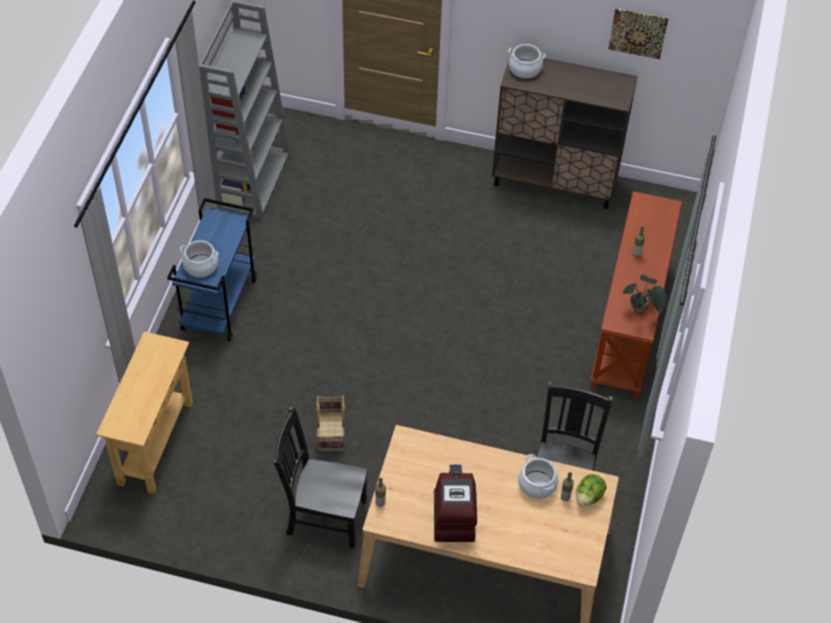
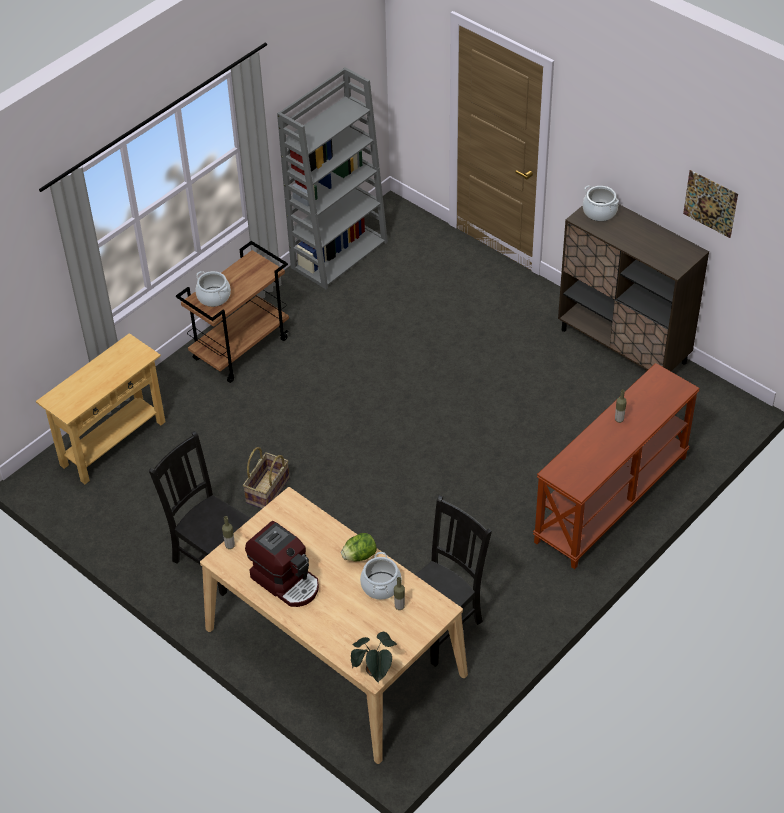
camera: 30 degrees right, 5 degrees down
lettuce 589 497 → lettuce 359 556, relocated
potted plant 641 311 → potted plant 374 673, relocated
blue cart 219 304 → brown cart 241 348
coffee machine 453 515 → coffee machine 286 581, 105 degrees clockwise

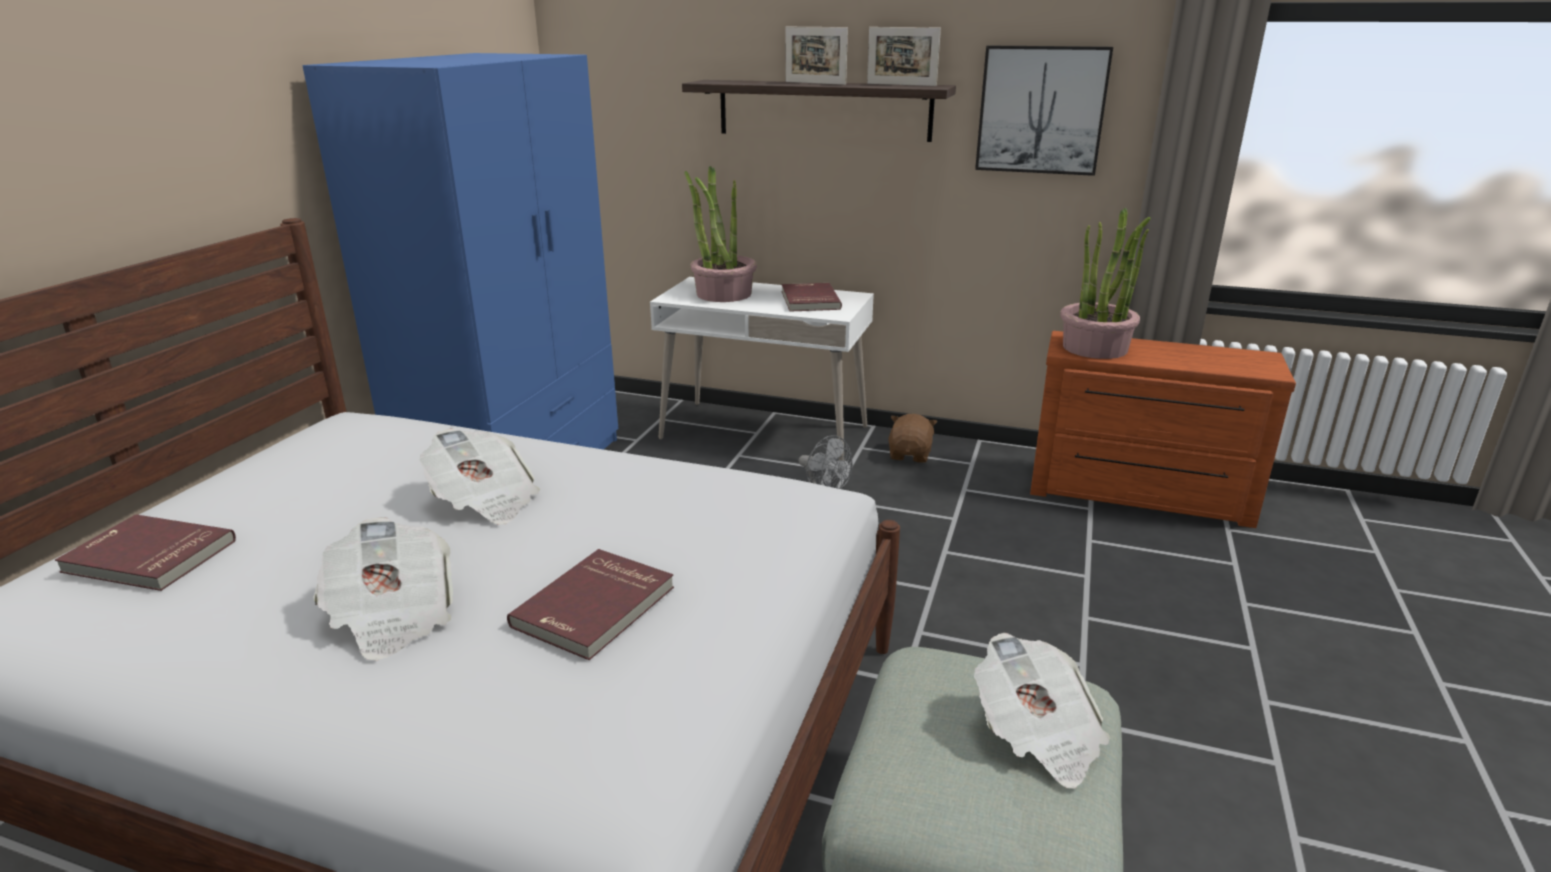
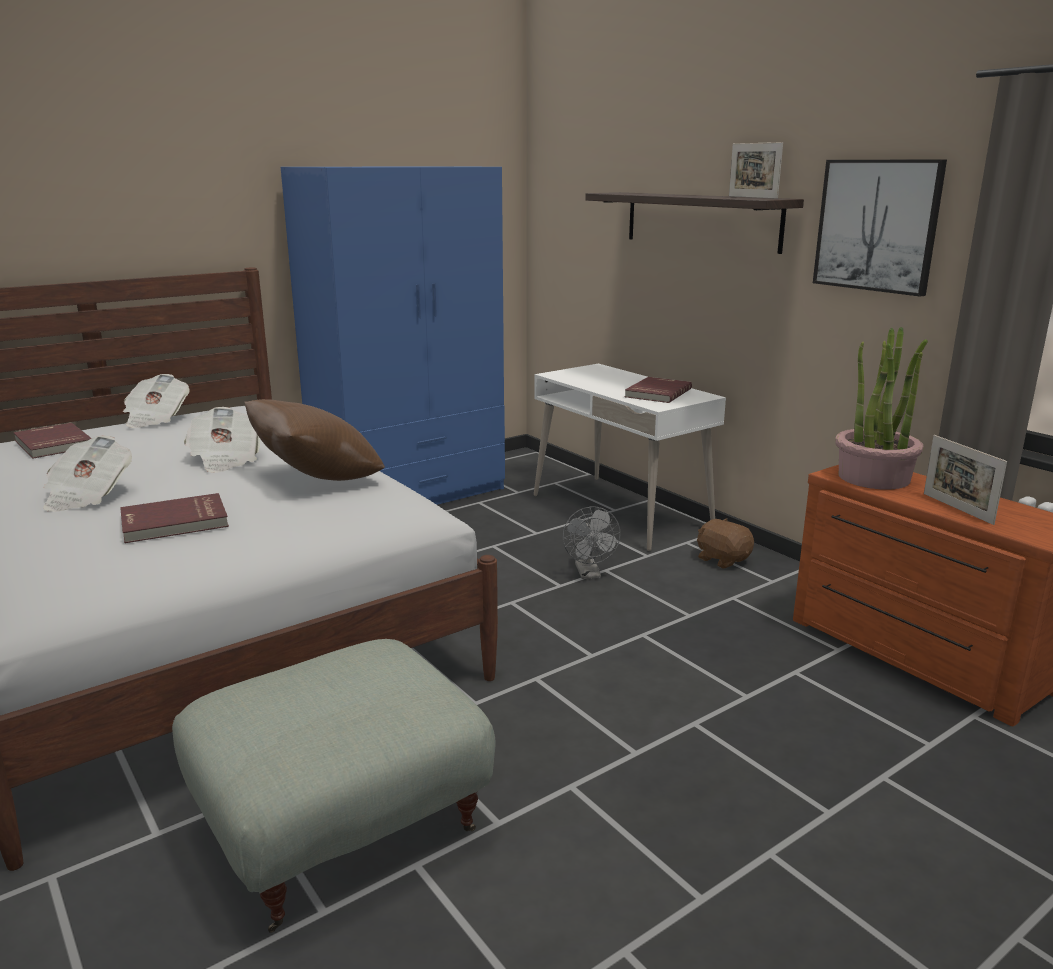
camera: 35 degrees right, 5 degrees down
potted plant 723 294 → -
- → brown pillow 317 480
picture frame 815 83 → picture frame 957 508, relocated
newspaper 1037 736 → newspaper 156 419, relocated
brown plush toy 910 455 → brown plush toy 723 559, 90 degrees counterclockwise

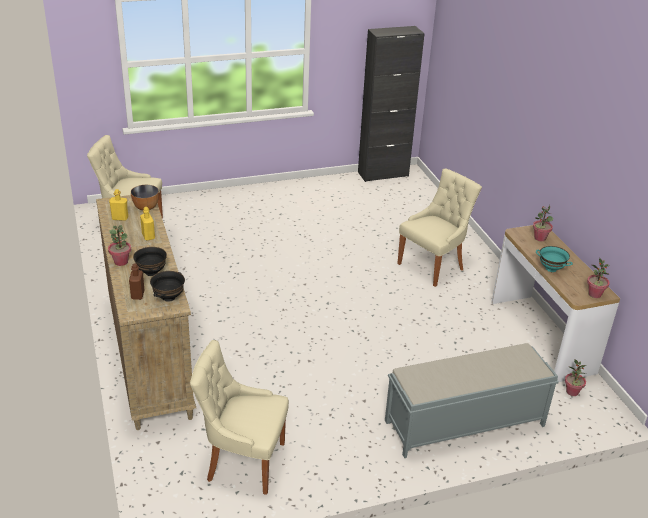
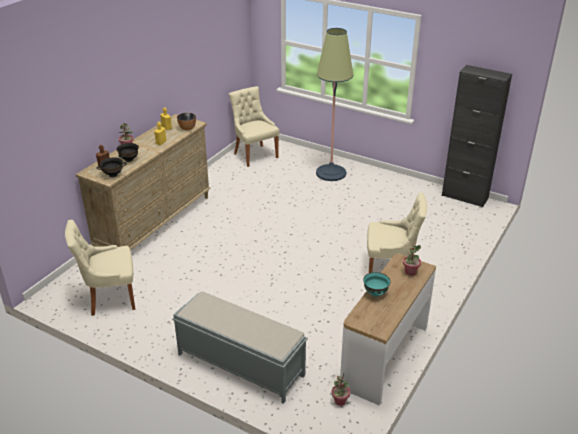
camera: 50 degrees right, 0 degrees up
potted plant 594 294 → -
- → floor lamp 331 173
beige chair 243 461 → beige chair 110 298, 75 degrees counterclockwise

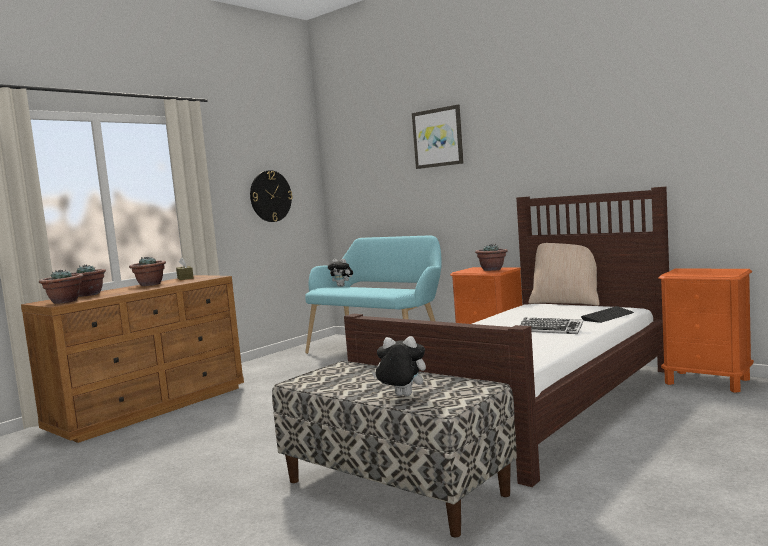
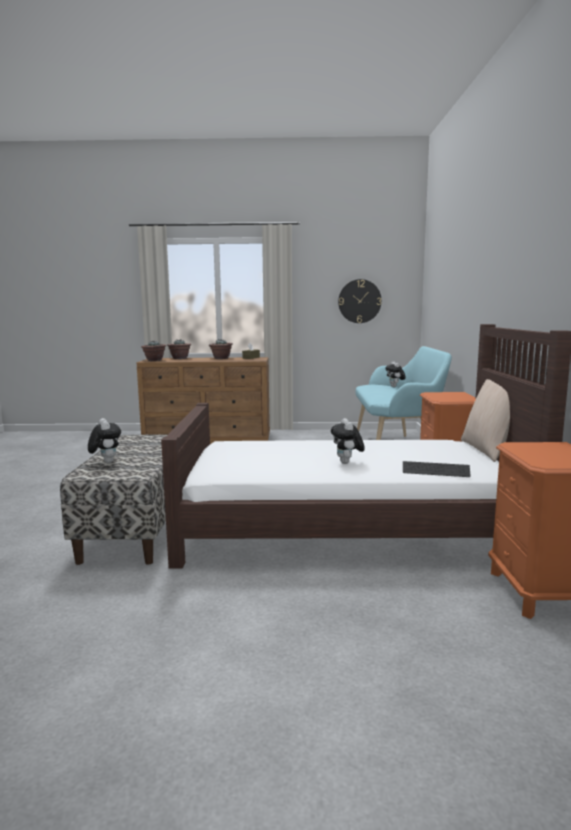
camera: 50 degrees right, 5 degrees up
picture 438 137 → -
potted plant 492 269 → -
keyboard 550 330 → plush toy 347 463

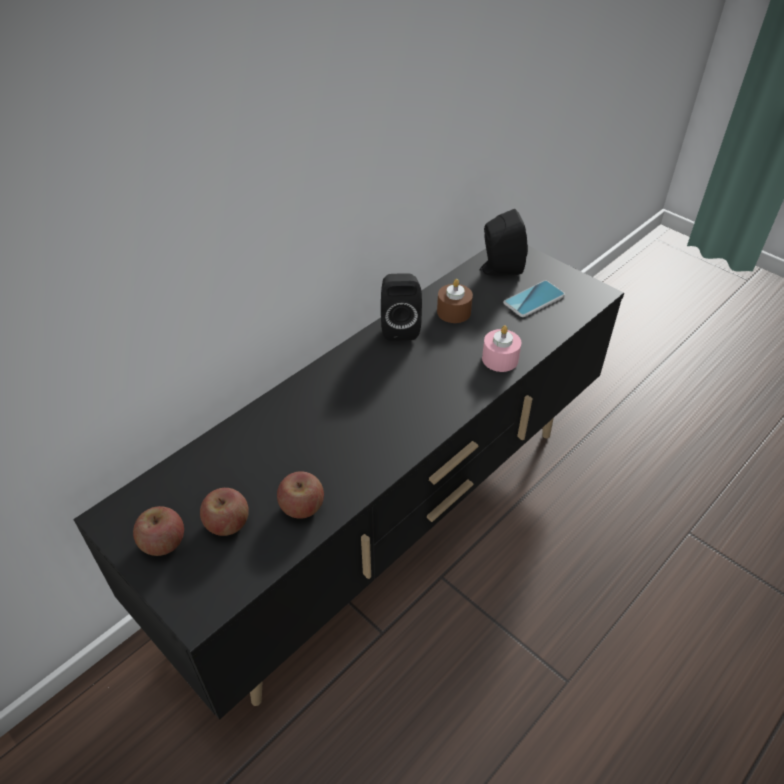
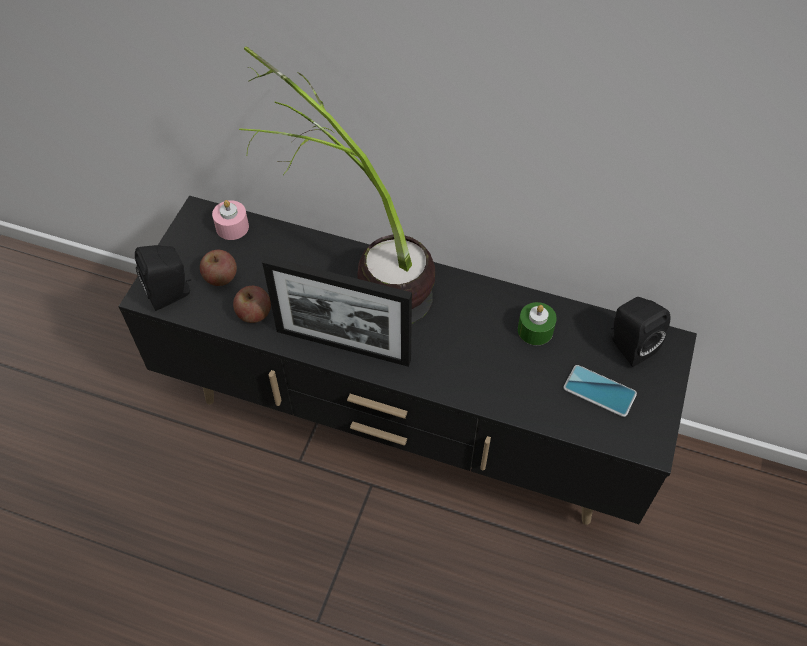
camera: 65 degrees right, 10 degrees up
apple 163 542 → -
- → potted plant 359 277
- → picture frame 343 345
black speaker 399 327 → black speaker 171 294, relocated
pink candle 500 359 → pink candle 232 227, relocated
brown candle 453 312 → green candle 535 330

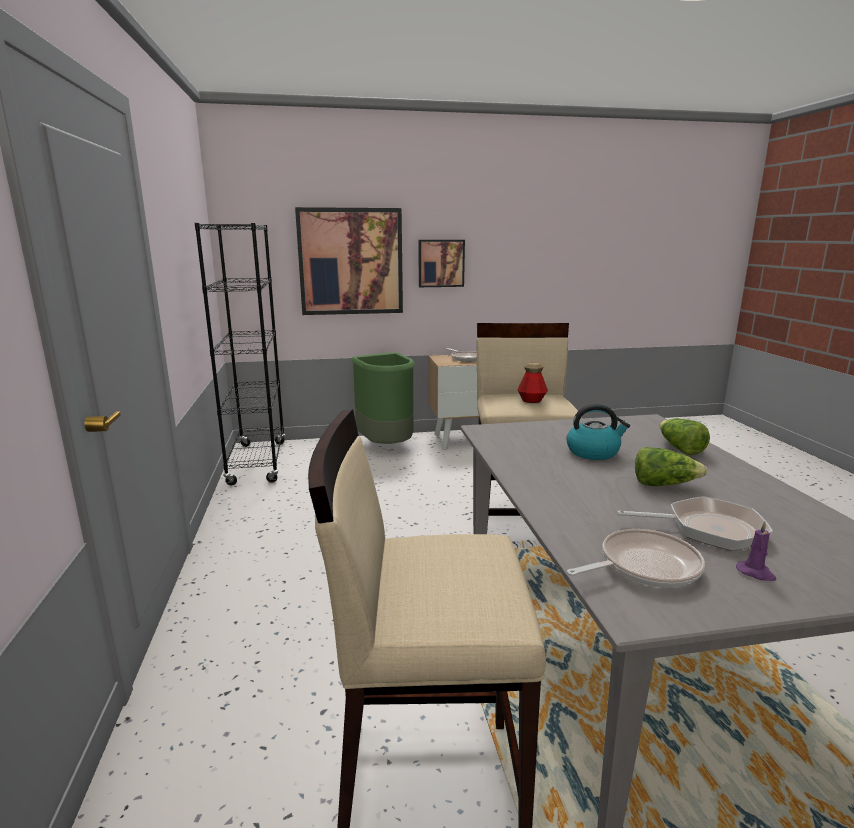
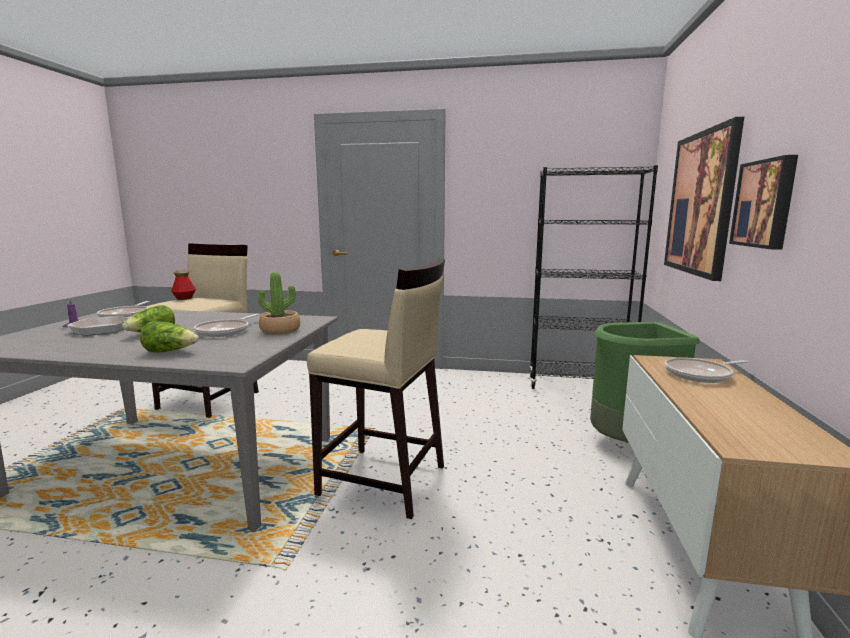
camera: 110 degrees right, 5 degrees down
- → potted plant 280 330
bottle 531 400 → bottle 184 298, relocated
kettle 593 452 → frying pan 225 331

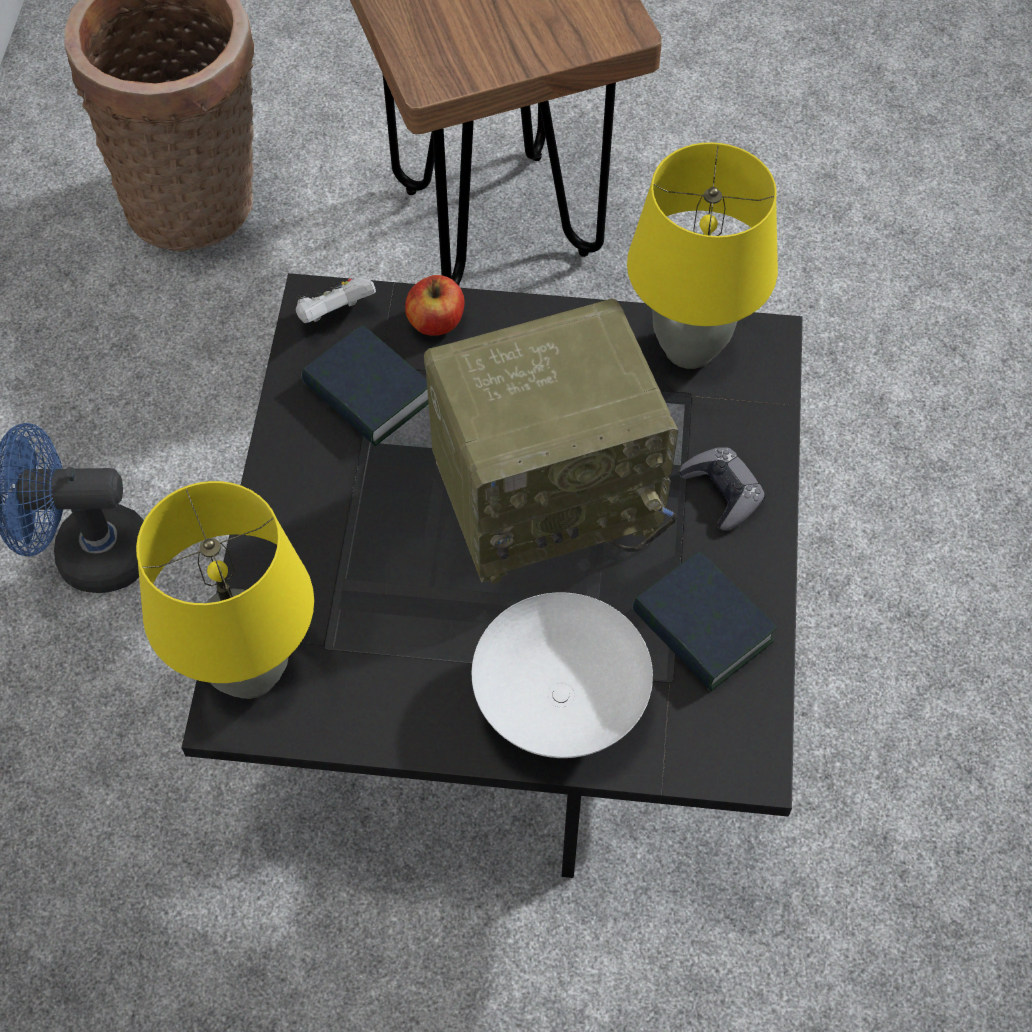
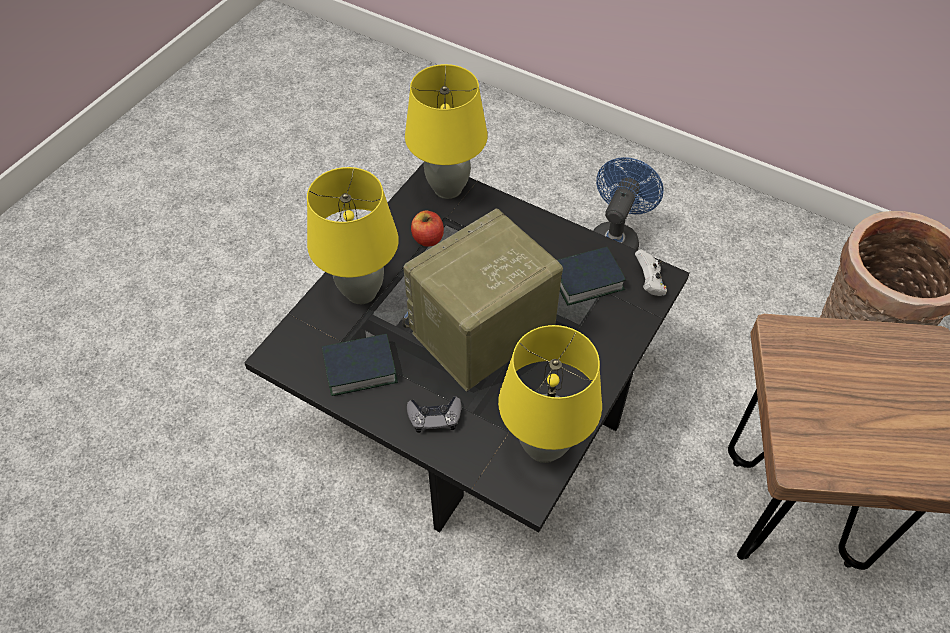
camera: 115 degrees right, 5 degrees down
apple 436 322 → apple 428 238, relocated
white bowl 558 700 → yellow table lamp 361 292
radio 549 491 → radio 481 335, 45 degrees clockwise

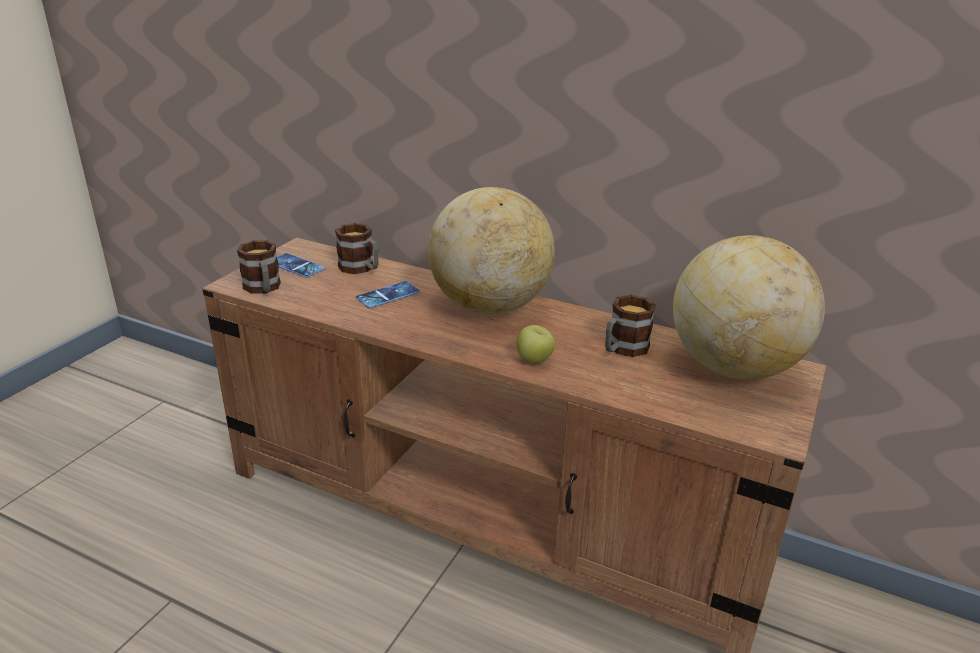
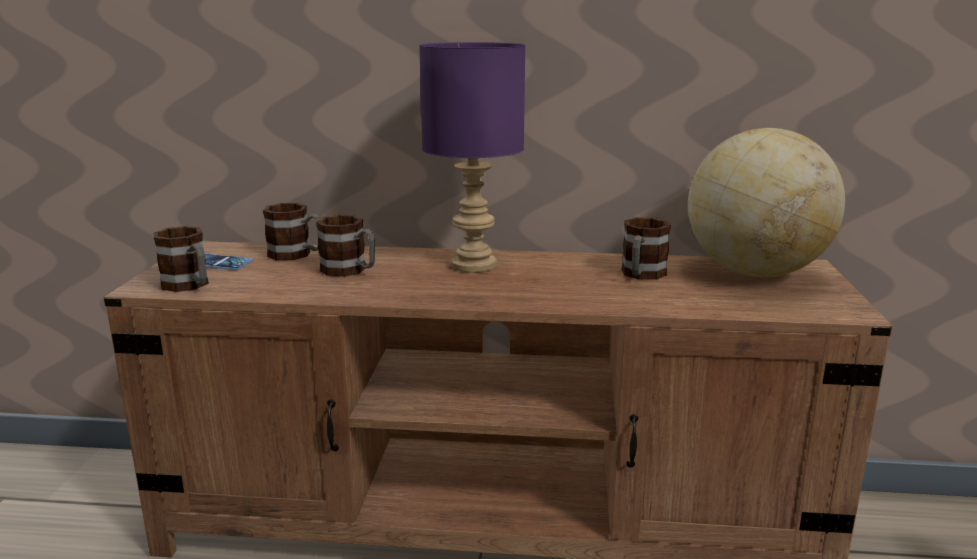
camera: 20 degrees left, 10 degrees down
apple 534 360 → -
phone 388 295 → mug 350 271
globe 490 306 → purple table lamp 474 264

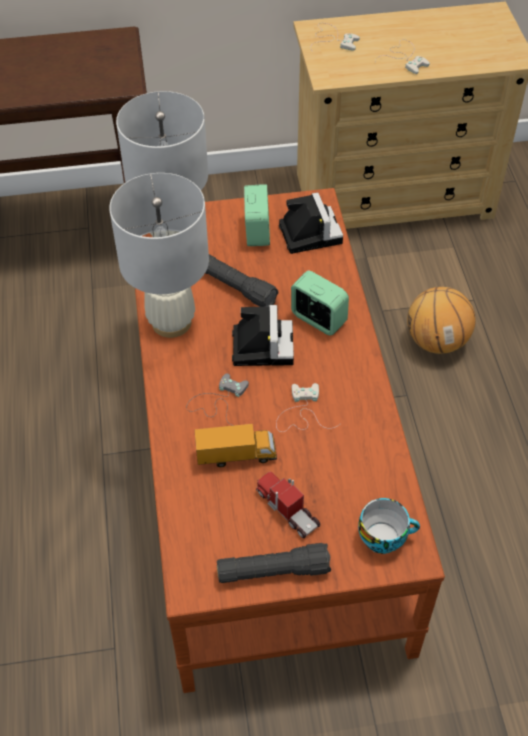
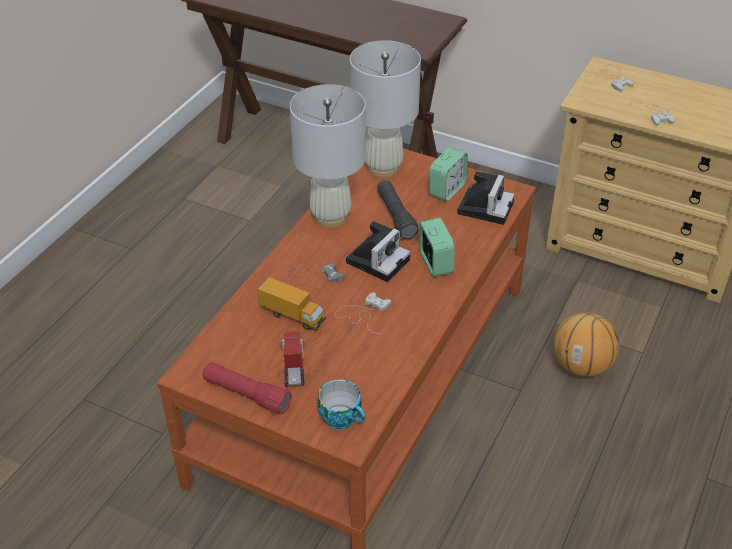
camera: 35 degrees right, 10 degrees down
black flashlight 273 571 → red flashlight 247 395

